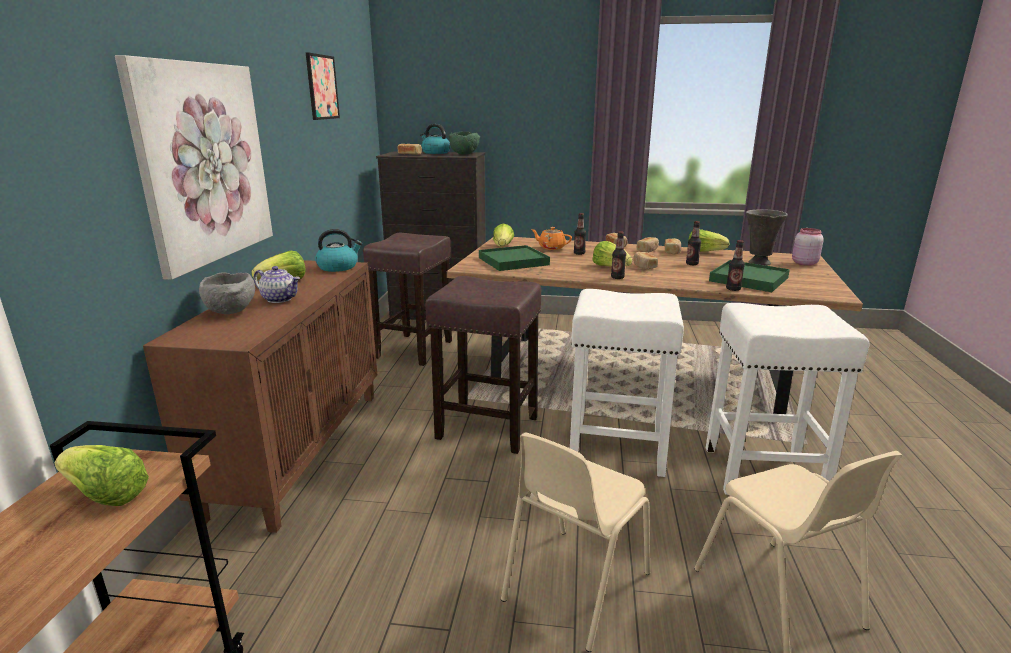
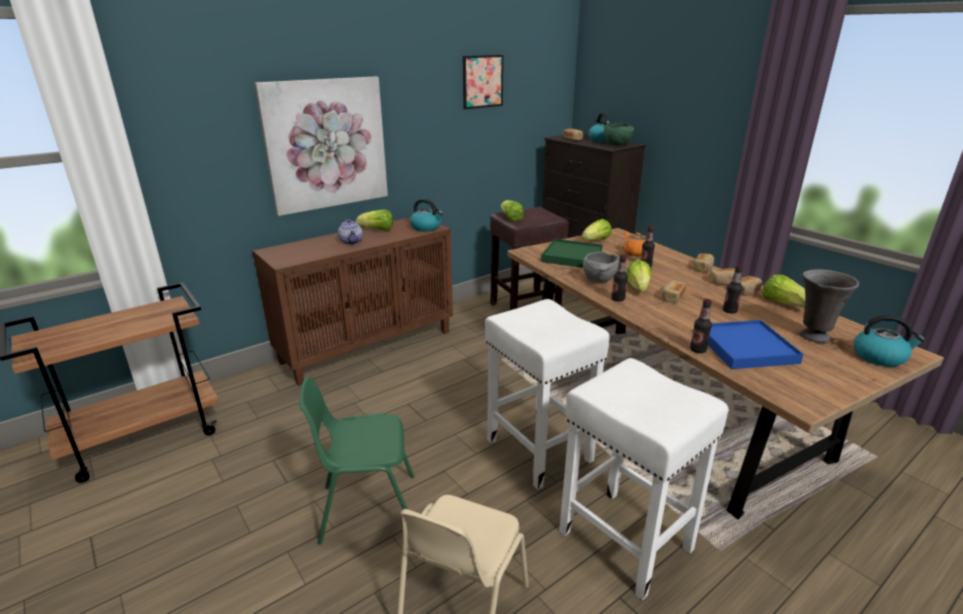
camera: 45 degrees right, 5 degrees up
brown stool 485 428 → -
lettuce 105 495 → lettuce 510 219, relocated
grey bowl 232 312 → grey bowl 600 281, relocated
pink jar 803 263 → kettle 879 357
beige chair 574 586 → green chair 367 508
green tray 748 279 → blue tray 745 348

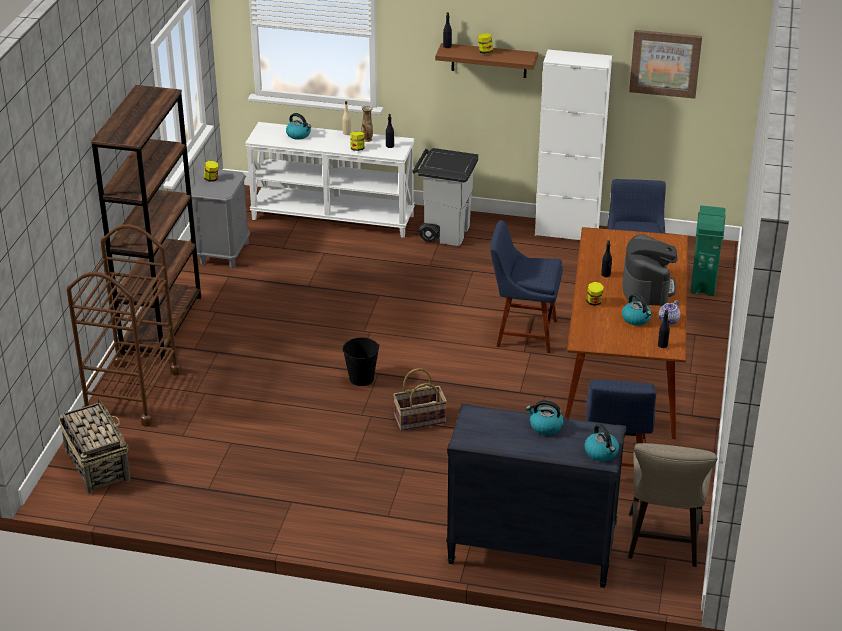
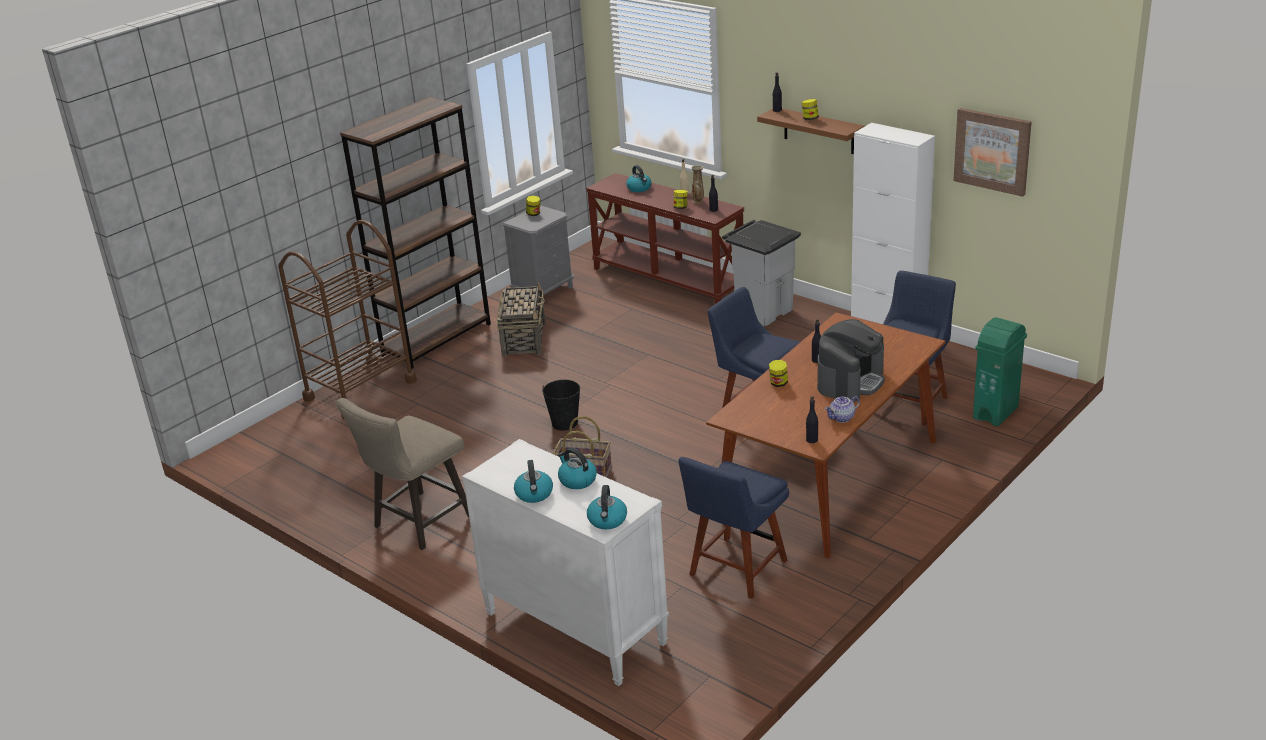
camera: 30 degrees right, 5 degrees down
basket 97 465 → basket 524 339, relocated
kettle 636 319 → kettle 534 494, relocated
beige stool 663 544 → beige stool 417 524, relocated
white console table 333 217 → brown console table 669 280
black dresser 530 553 → white dresser 574 628

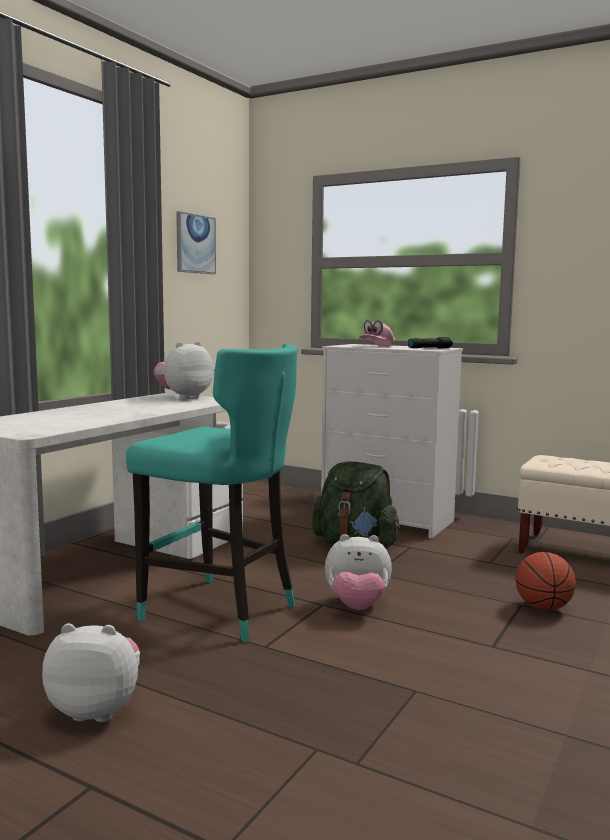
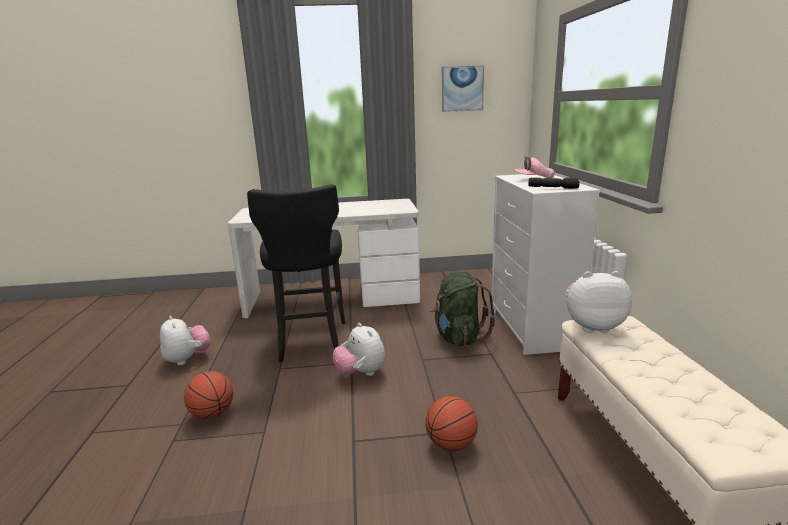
camera: 55 degrees right, 10 degrees up
- → basketball 212 414
plush toy 184 397 → plush toy 592 326, relocated
turquoise stool 221 611 → black stool 310 341

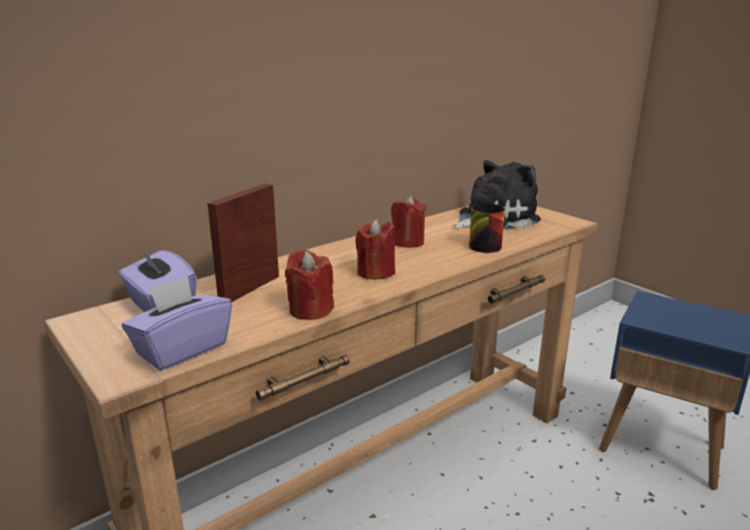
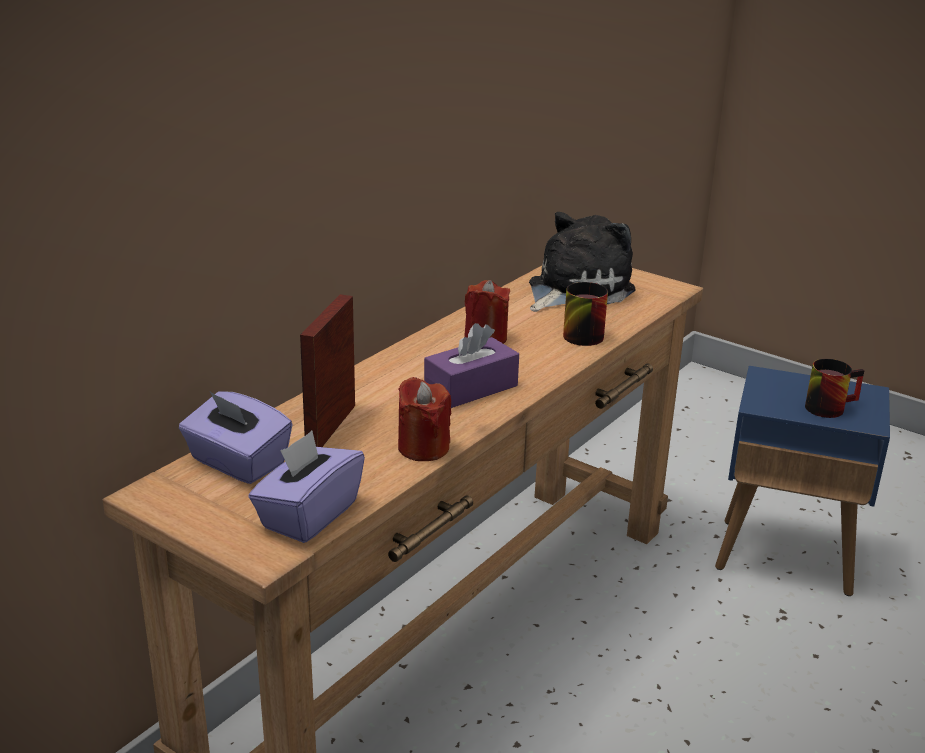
camera: 15 degrees left, 5 degrees up
- → mug 828 405
red candle 376 272 → purple tissue box 471 388

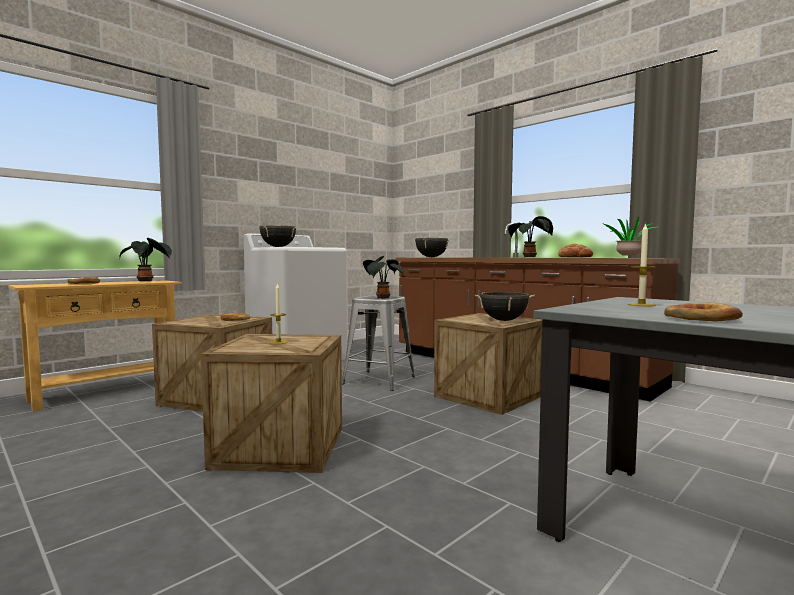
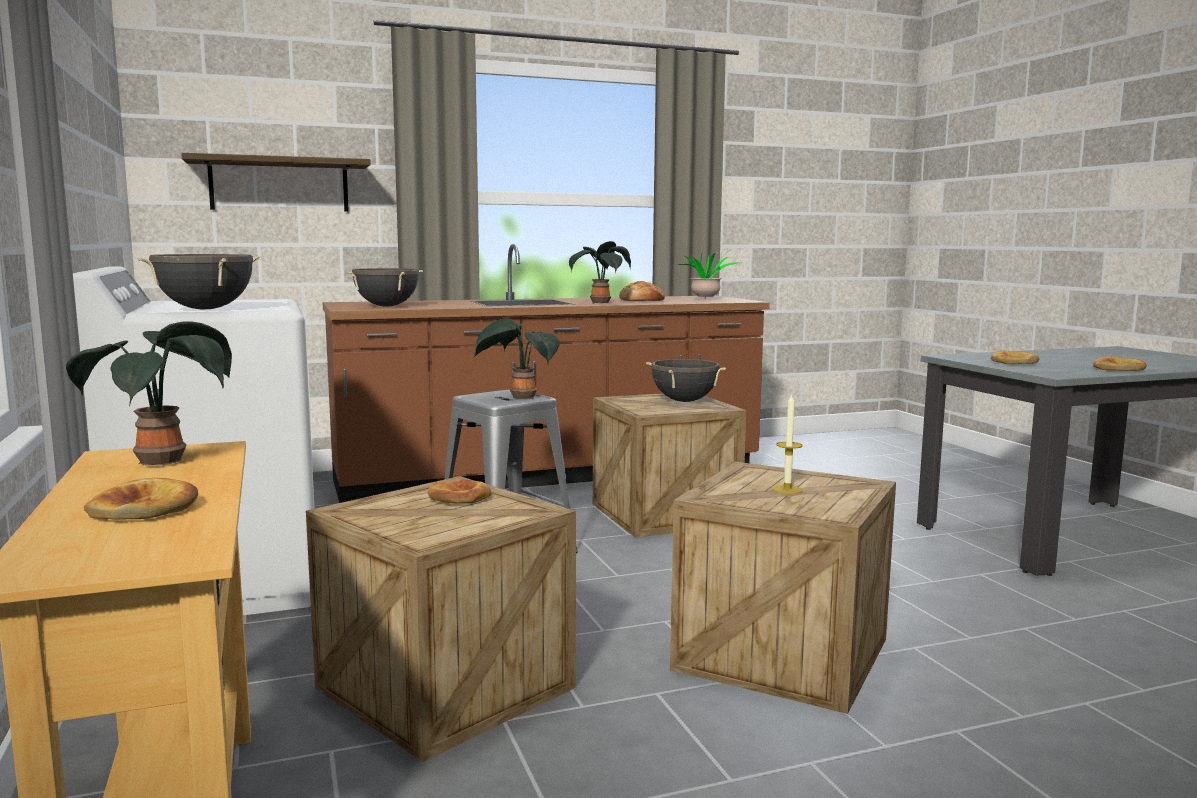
camera: 65 degrees left, 5 degrees up
- → shelf 279 185
candle 641 305 → bread 1014 362

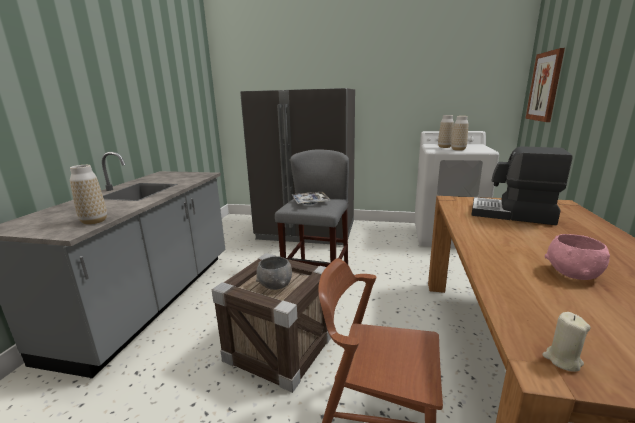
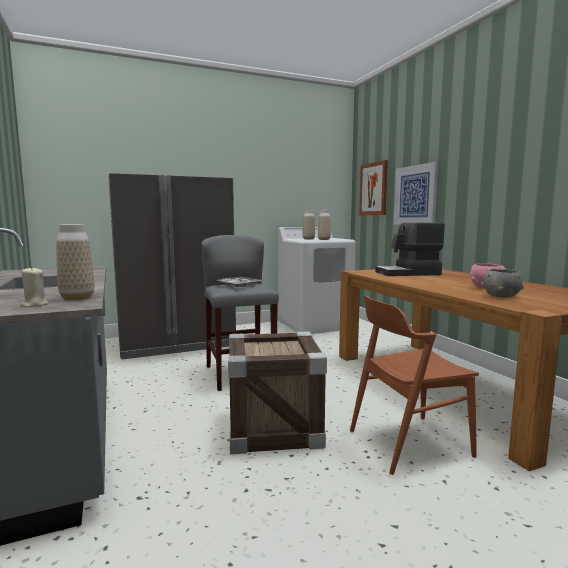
camera: 35 degrees left, 10 degrees down
- → picture 415 195
grey bowl 275 285 → grey bowl 500 296, relocated
beige candle 562 360 → beige candle 34 305, relocated

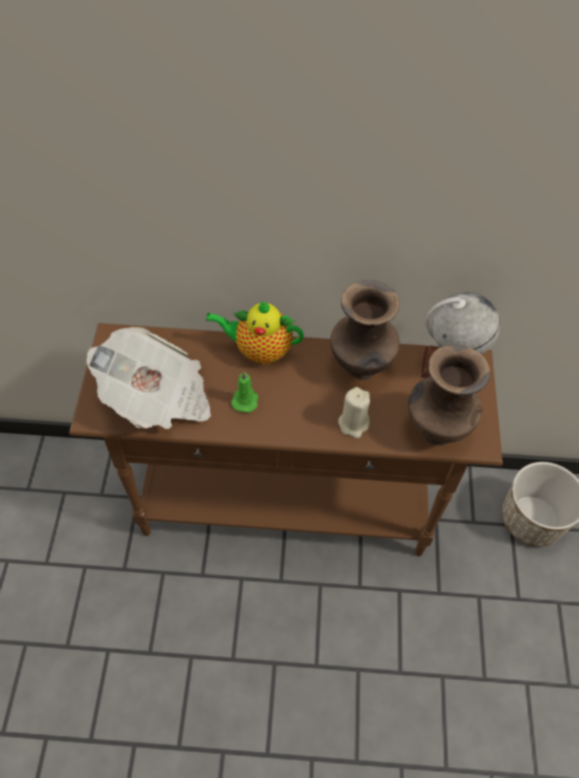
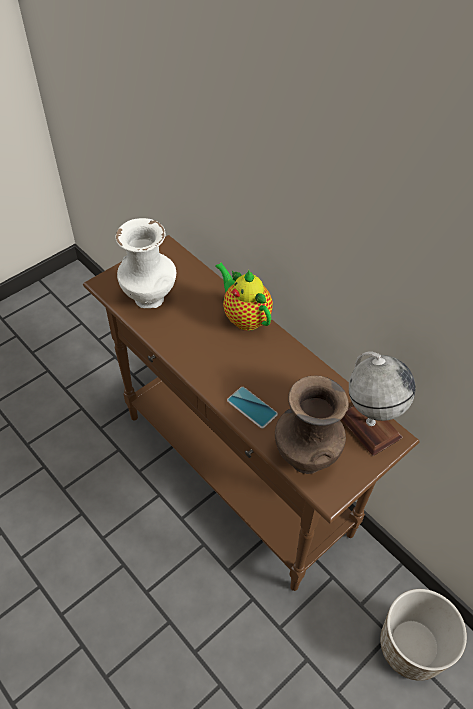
camera: 45 degrees right, 5 degrees down
green candle 245 399 → -
brown vase 360 367 → -
newspaper 157 397 → white vase 150 299
beige candle 353 423 → phone 252 407

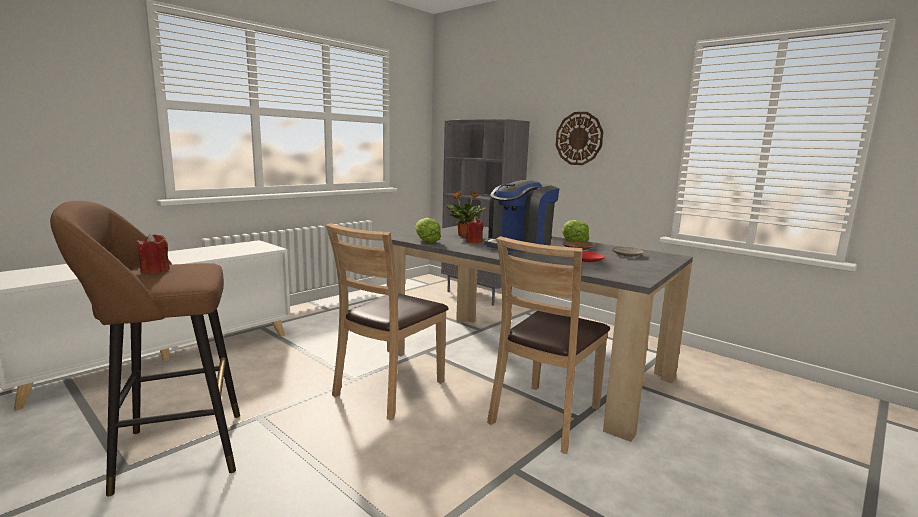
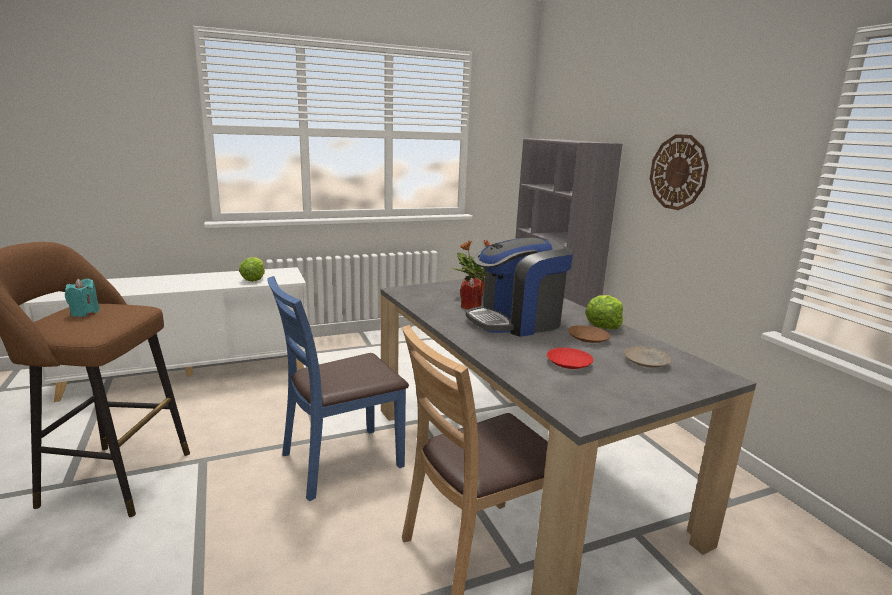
camera: 25 degrees right, 5 degrees up
lettuce 426 241 → lettuce 253 279, relocated
red candle 155 270 → turquoise candle 85 313
brown chair 389 389 → blue chair 341 461

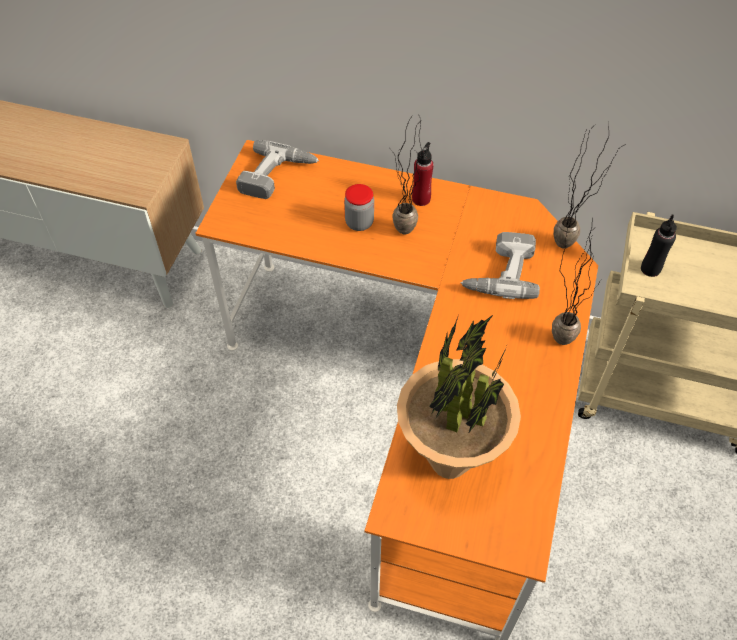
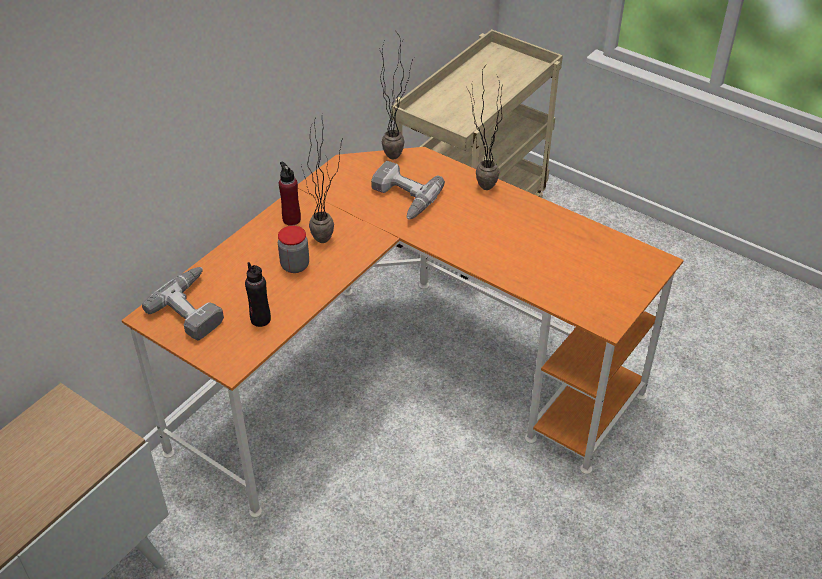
camera: 70 degrees left, 10 degrees down
potted plant 449 461 → -
black bottle 650 269 → black bottle 260 319, relocated

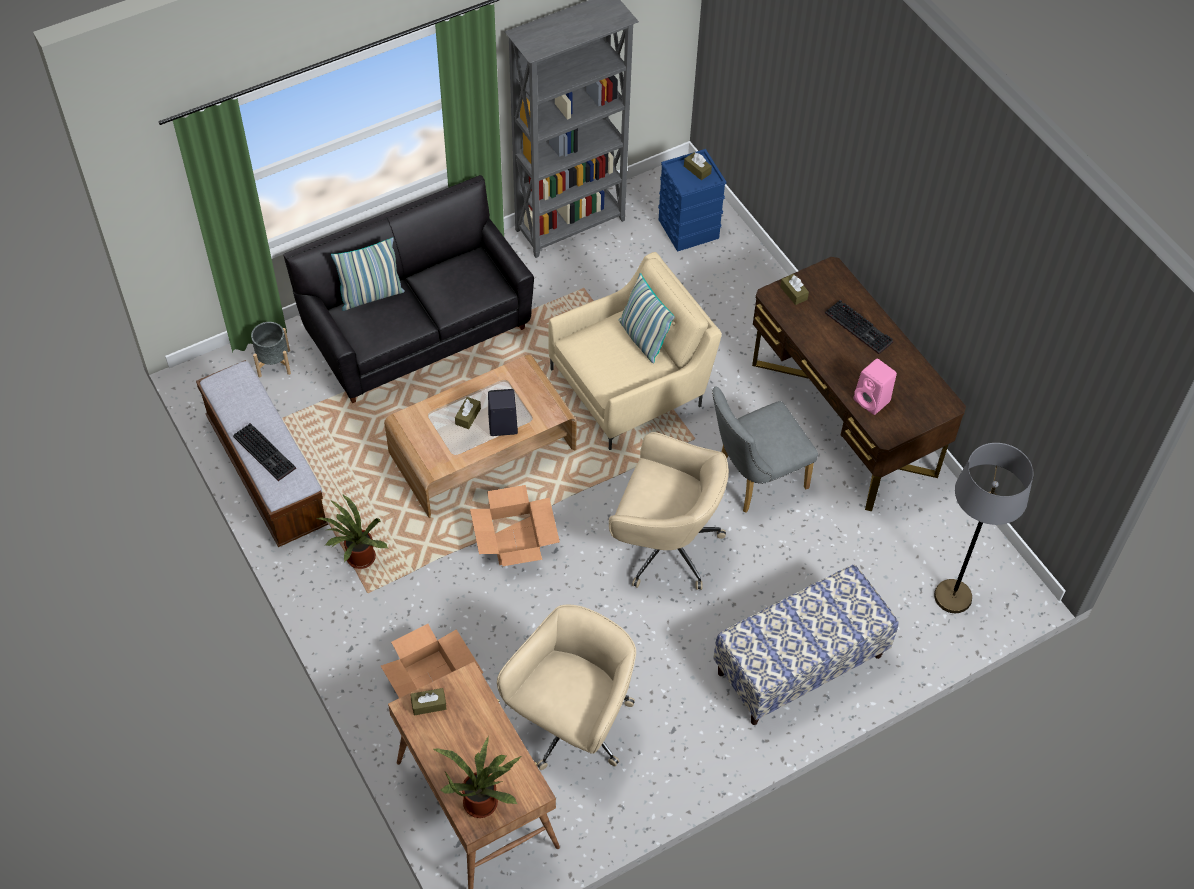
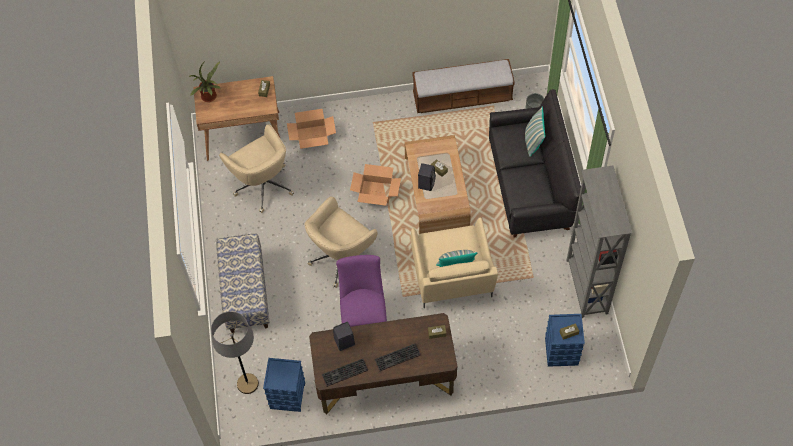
camera: 115 degrees right, 5 degrees up
potted plant 358 559 → -
- → blue storage box 287 395
keyboard 266 452 → keyboard 344 374, relocated
grey chair 754 479 → purple chair 364 316
pink speaker 872 401 → black speaker 344 342

